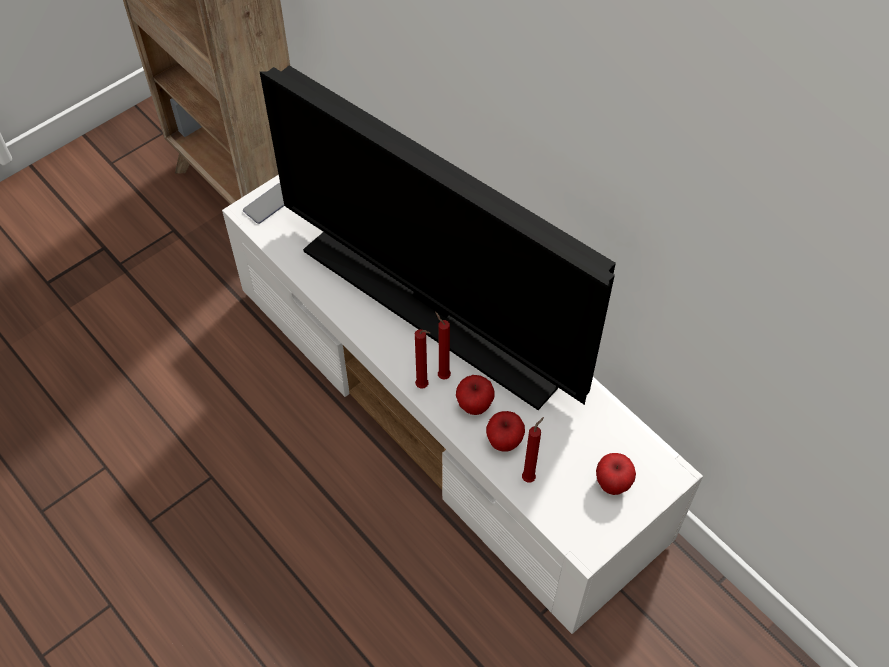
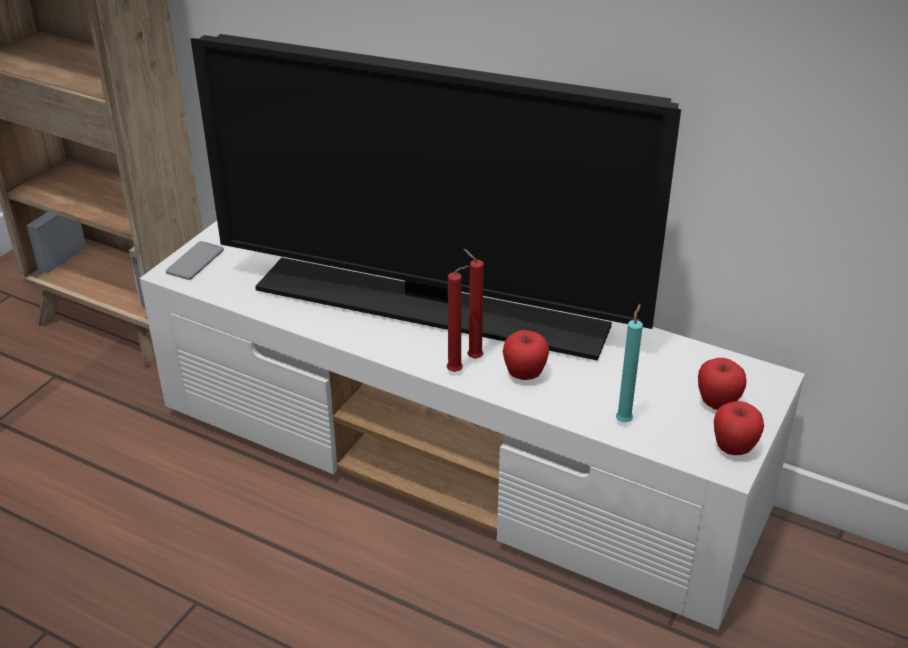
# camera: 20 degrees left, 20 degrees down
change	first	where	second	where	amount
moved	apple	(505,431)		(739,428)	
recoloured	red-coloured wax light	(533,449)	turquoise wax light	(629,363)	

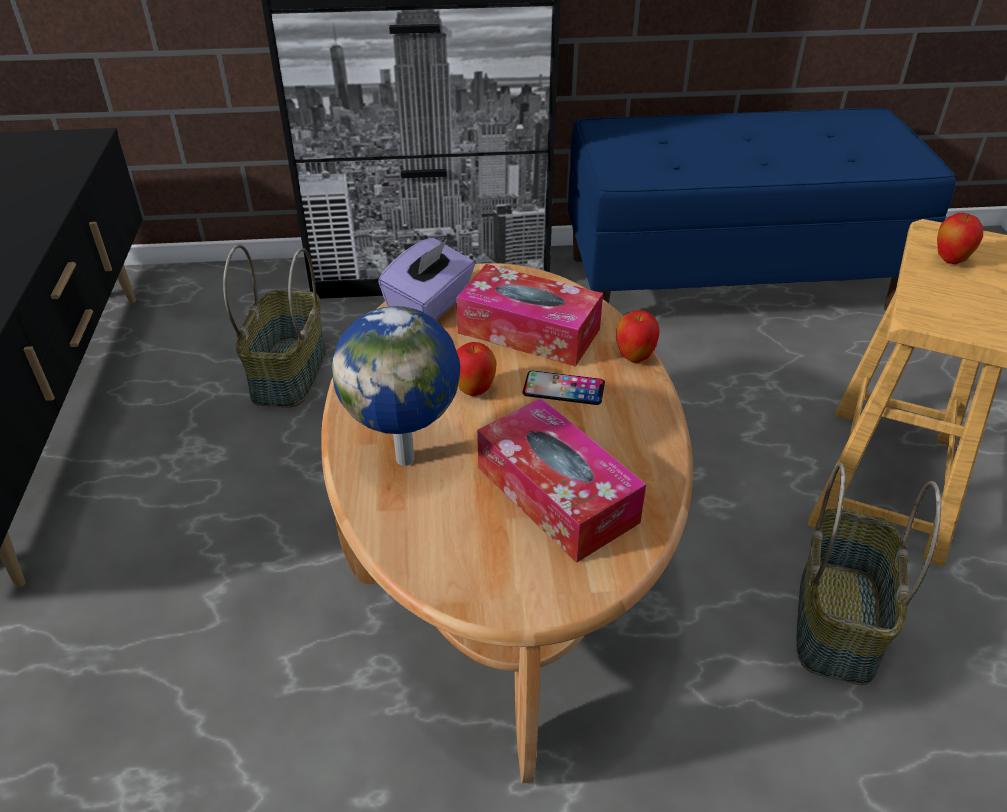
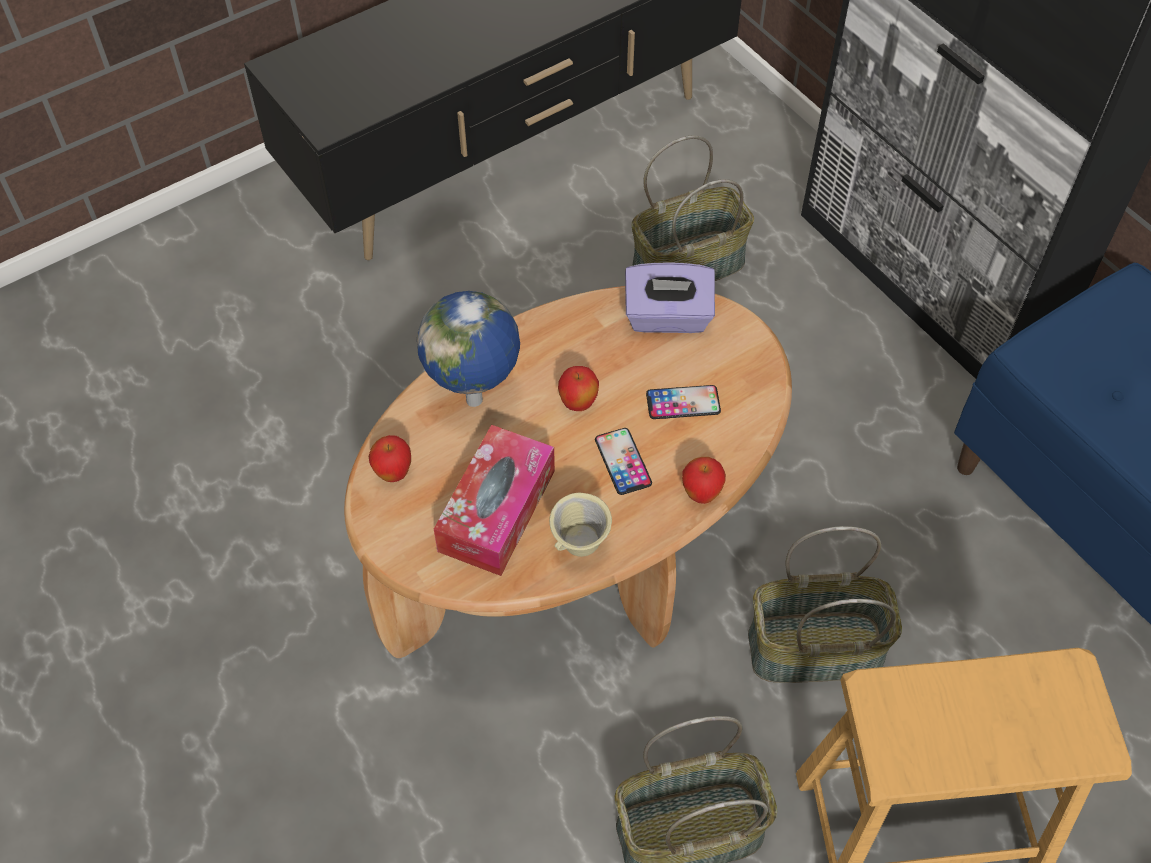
# camera: 60 degrees right, 15 degrees up
change	first	where	second	where	amount
added			beige mug	(580,525)	
added			household basket	(825,604)	
moved	apple	(960,238)		(390,458)	
replaced	box of tissues	(529,315)	handset	(683,402)	

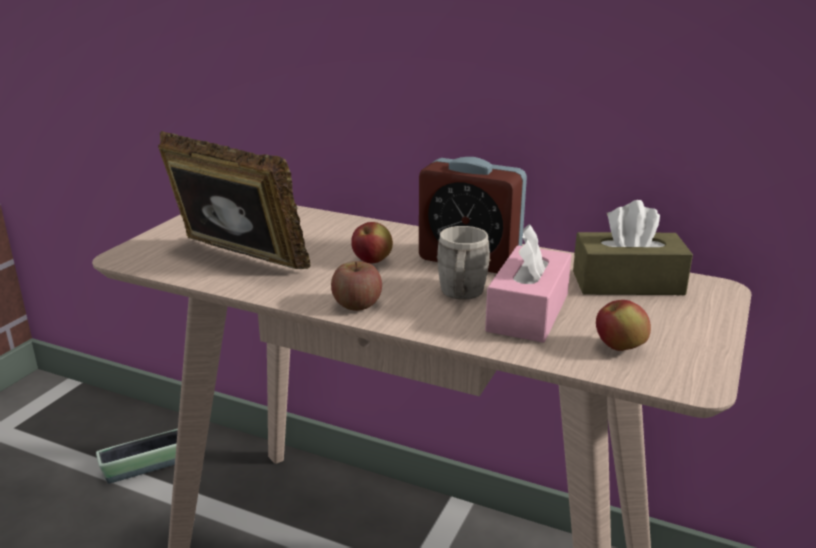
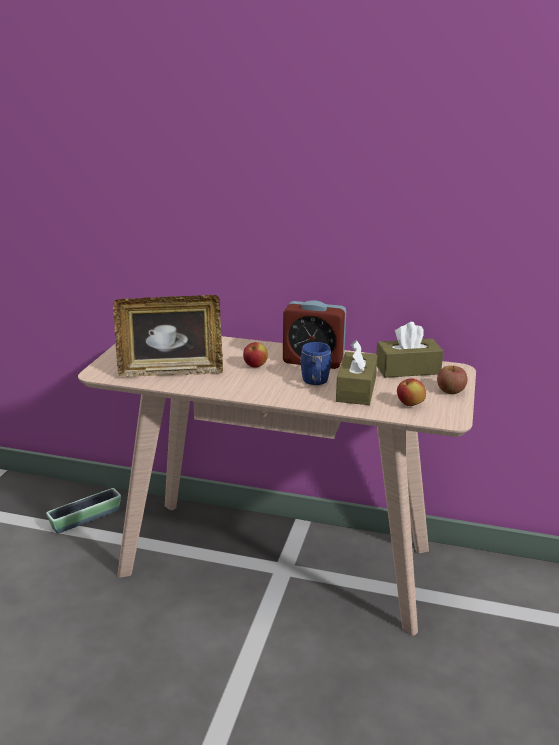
# camera: 10 degrees left, 0 degrees up
change	first	where	second	where	amount
moved	apple	(356,286)		(452,380)	
recoloured	grey mug	(463,263)	blue-coloured mug	(315,363)	
recoloured	pinkish box of tissues	(528,283)	brown box of tissues	(356,372)	
turned	standing frame	(234,200)		(168,336)	150 degrees clockwise

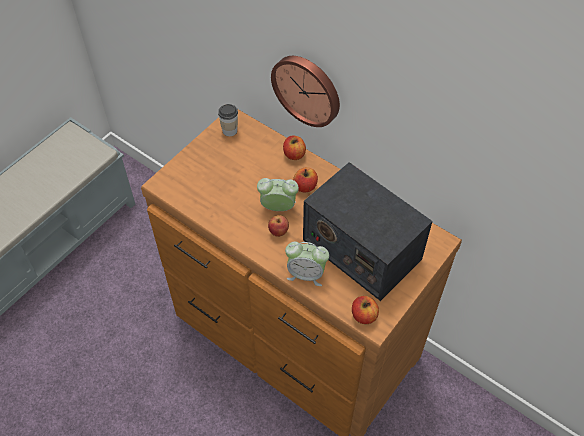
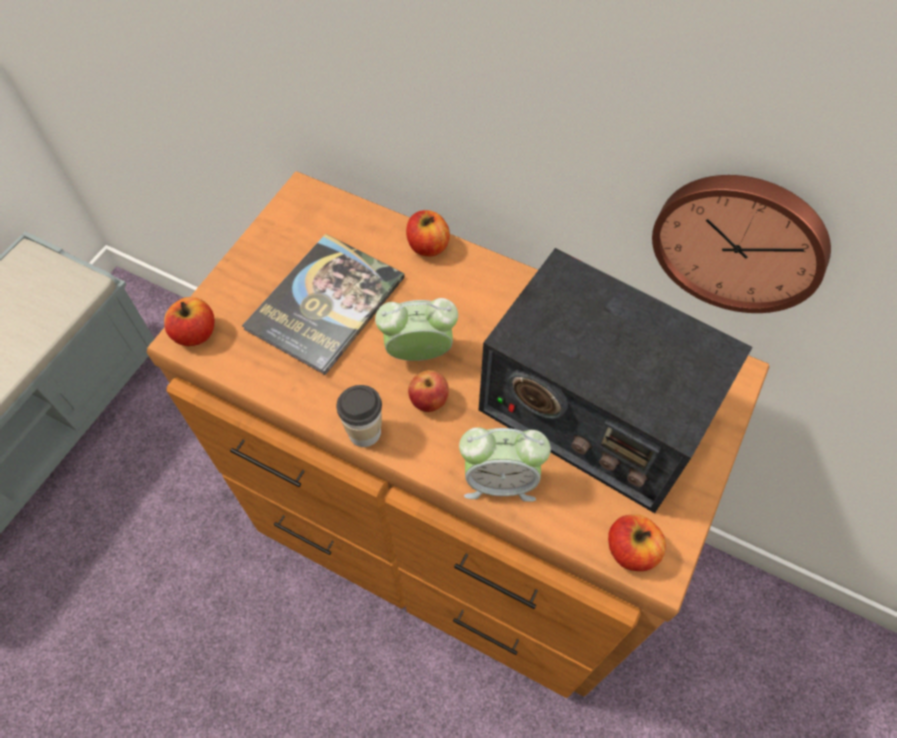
# camera: 10 degrees left, 5 degrees up
change	first	where	second	where	amount
added			bound book	(323,304)	
moved	drinking cup	(228,120)		(359,416)	
moved	clock on the wall	(305,91)		(741,244)	
moved	apple	(305,179)		(189,321)	

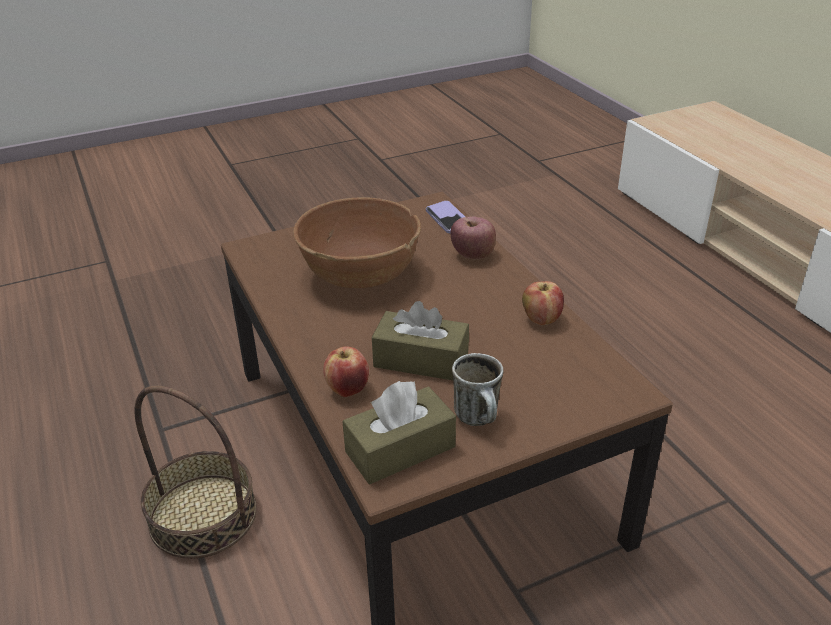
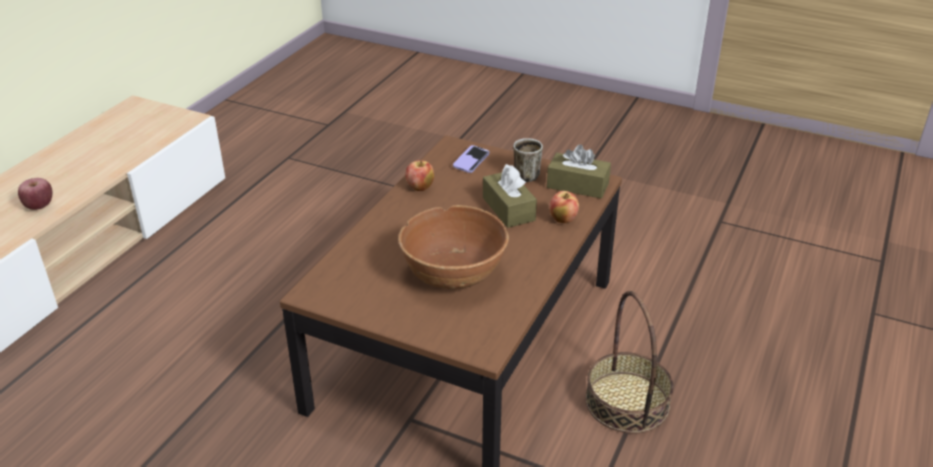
# camera: 130 degrees left, 0 degrees up
change	first	where	second	where	amount
moved	handset	(445,217)		(471,159)	
moved	apple	(473,237)		(35,194)	

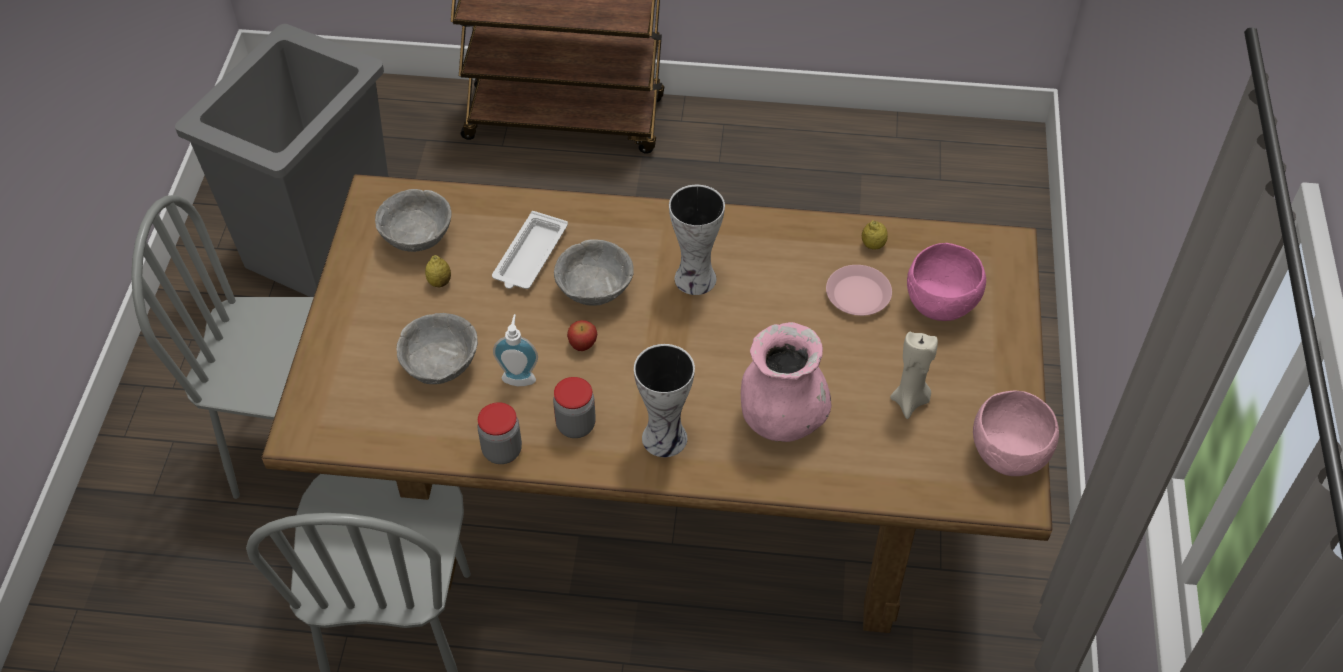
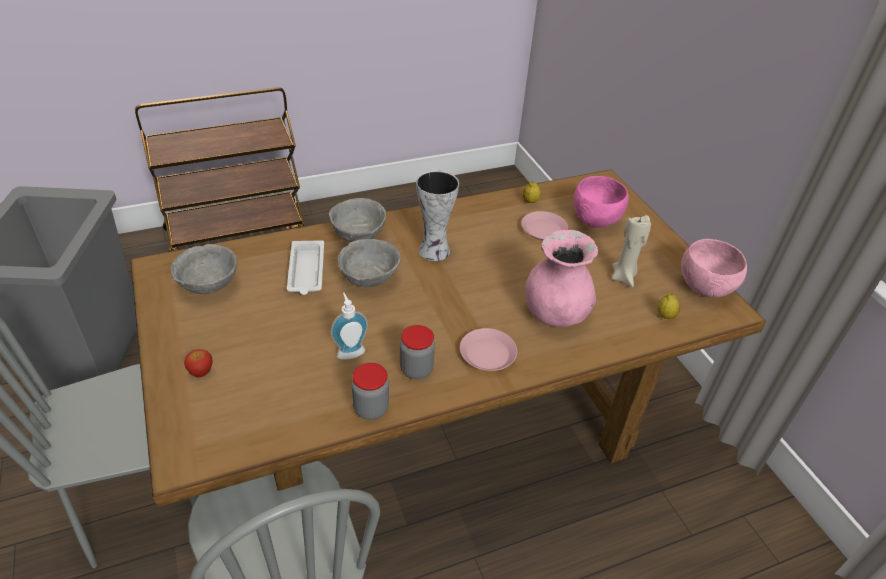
# camera: 30 degrees left, 10 degrees down
change	first	where	second	where	amount
moved	grey deep dish	(437,348)		(357,220)	
moved	lemon	(438,271)		(668,305)	
moved	apple	(582,335)		(198,363)	
replaced	decorative vase	(664,400)	pinkish plate	(488,349)	

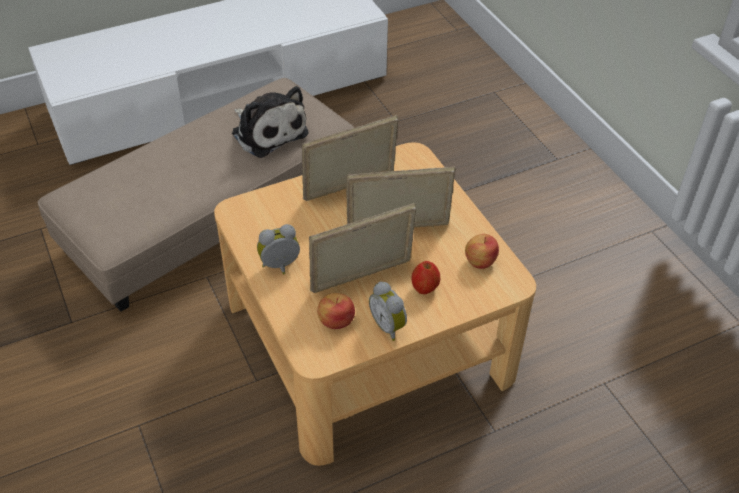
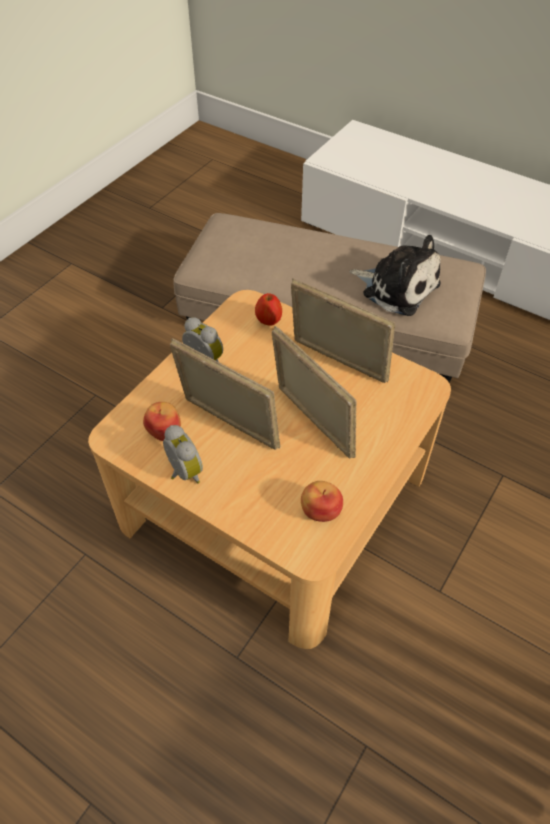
# camera: 60 degrees right, 5 degrees up
change	first	where	second	where	amount
moved	apple	(425,277)		(268,309)	
turned	soft toy	(270,122)		(395,275)	75 degrees counterclockwise
turned	bedside clock	(388,311)		(183,454)	120 degrees clockwise

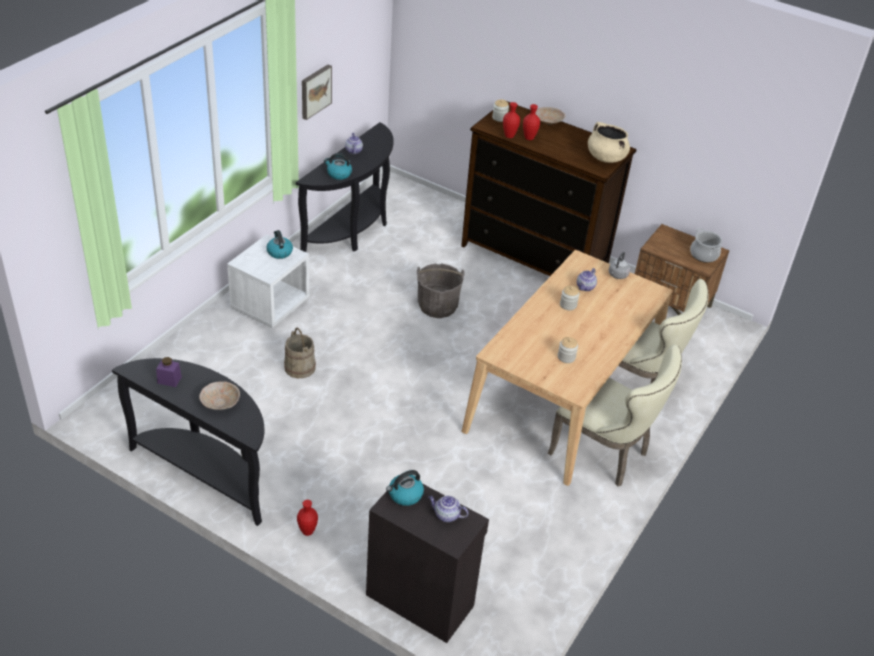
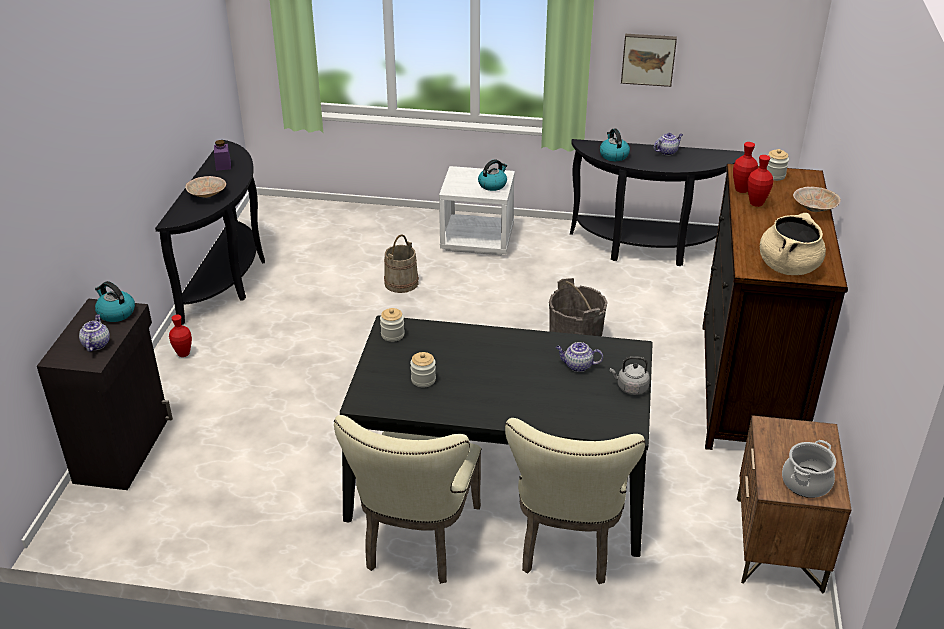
# camera: 70 degrees right, 5 degrees down
change	first	where	second	where	amount
moved	jar	(570,298)		(392,325)	
recoloured	beige dining table	(567,368)	black dining table	(496,436)	

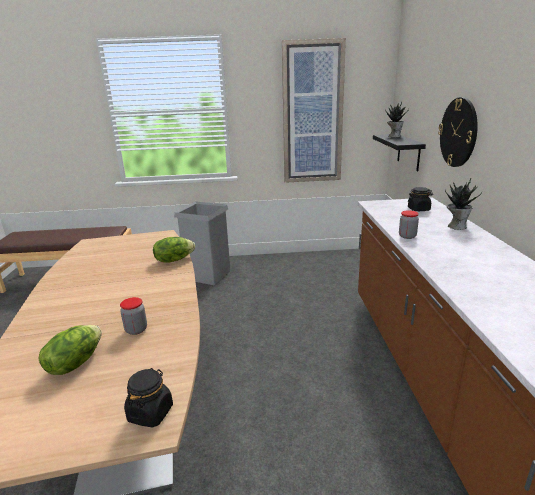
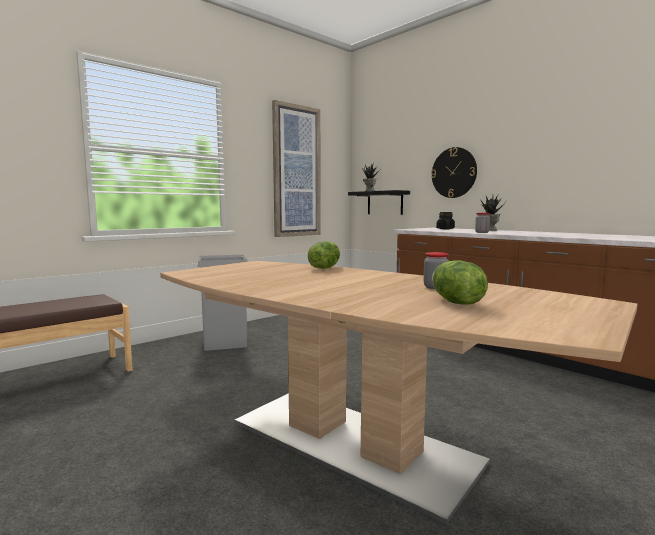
# camera: 40 degrees left, 15 degrees down
change	first	where	second	where	amount
removed	black jar	(148,398)			

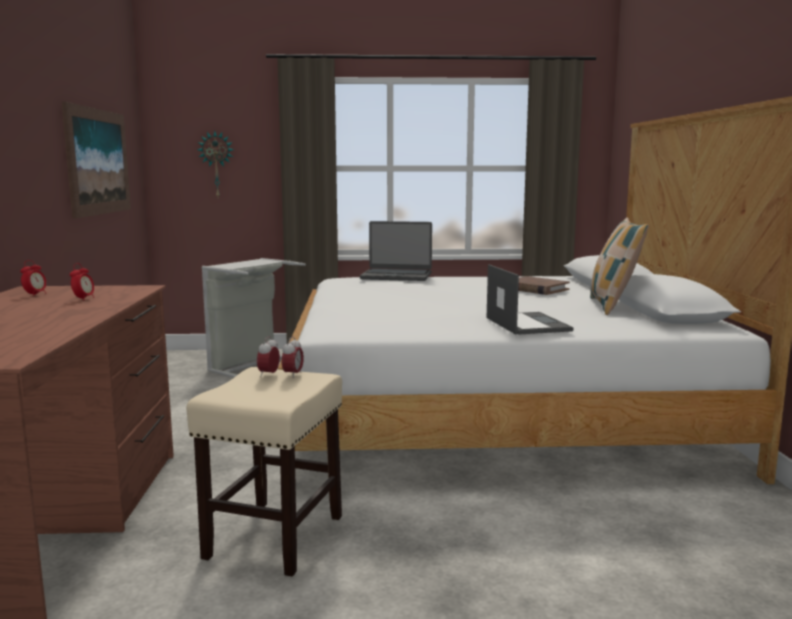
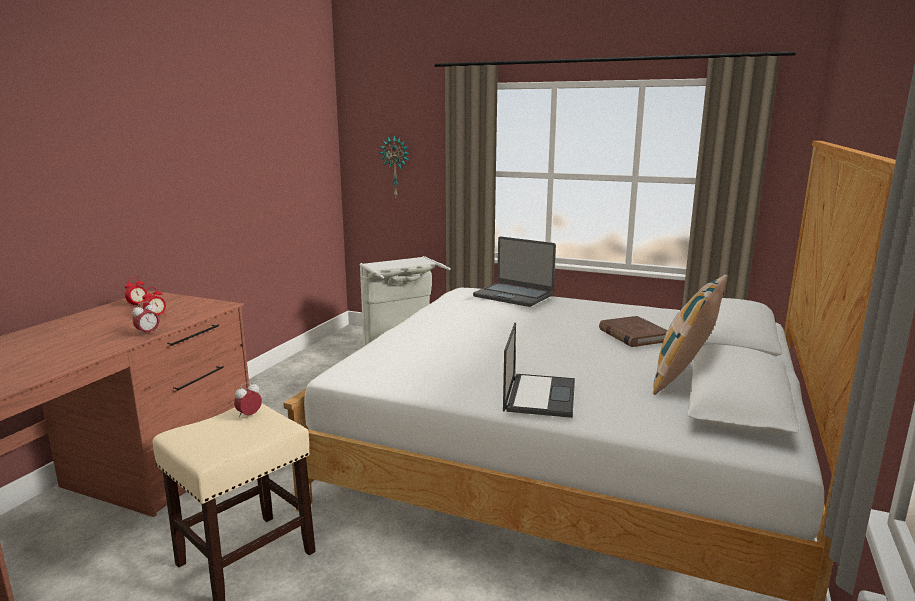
# camera: 25 degrees right, 5 degrees up
change	first	where	second	where	amount
removed	picture	(96,160)			
moved	bedside clock	(293,357)		(146,319)	

